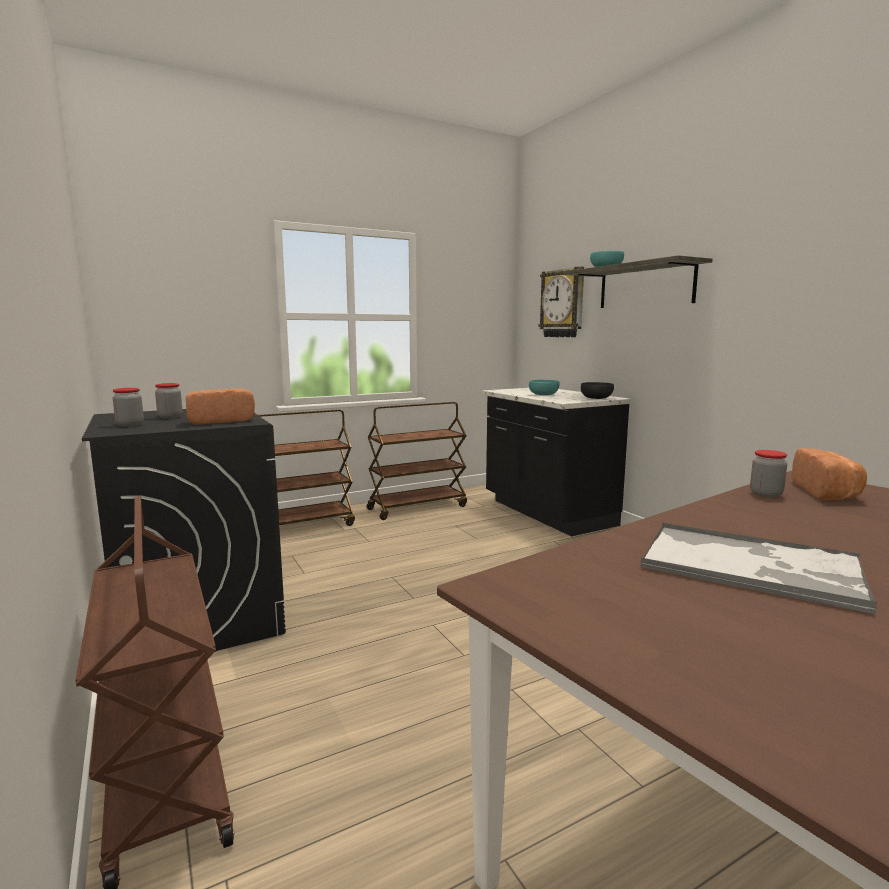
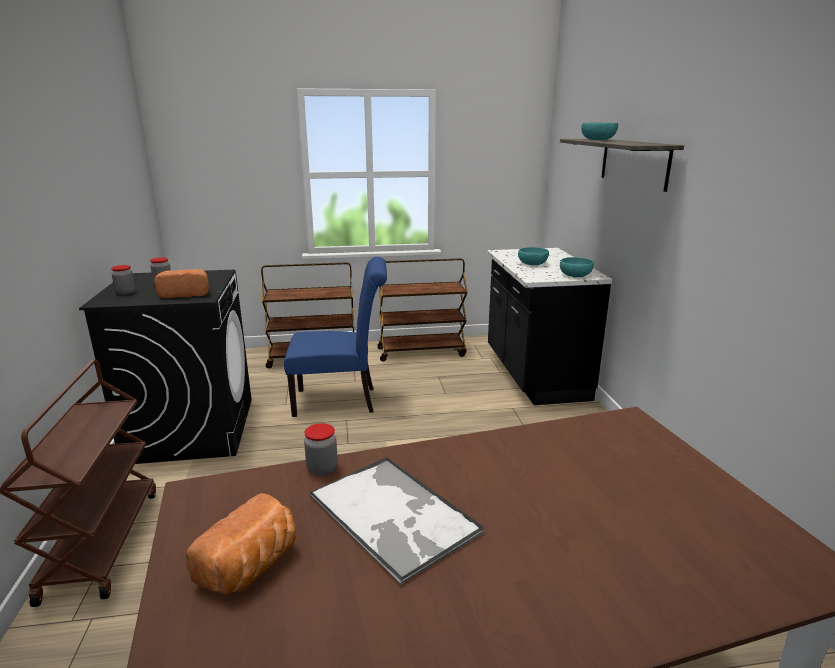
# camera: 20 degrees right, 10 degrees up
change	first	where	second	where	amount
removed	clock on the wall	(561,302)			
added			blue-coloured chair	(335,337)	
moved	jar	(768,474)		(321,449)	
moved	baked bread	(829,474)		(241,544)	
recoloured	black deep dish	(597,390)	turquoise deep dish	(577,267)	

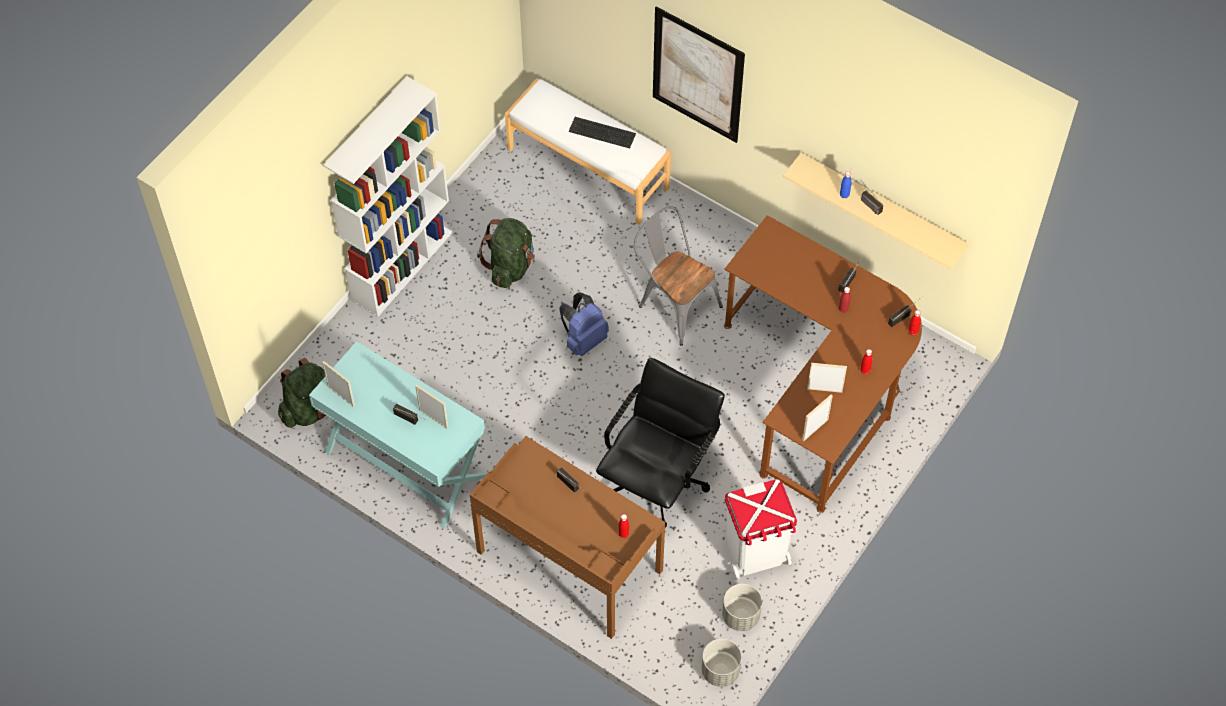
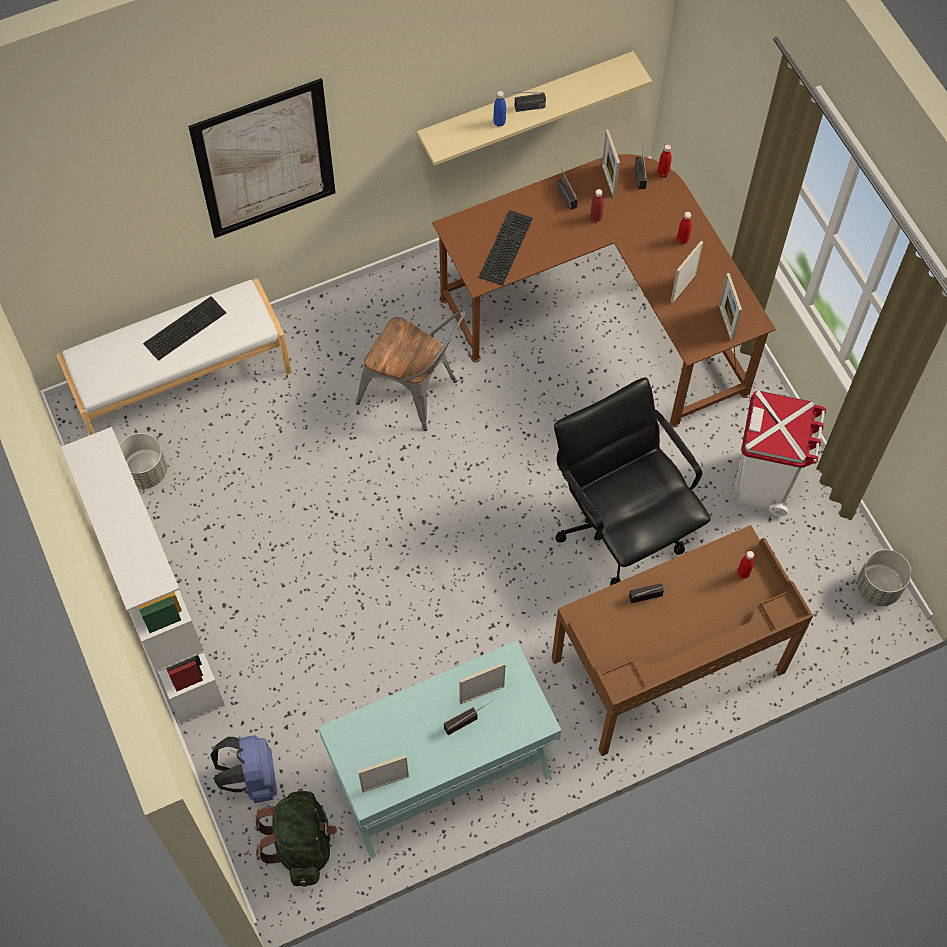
# camera: 60 degrees left, 5 degrees up
change	first	where	second	where	amount
removed	green backpack	(506,253)			
added			computer keyboard	(506,247)	
added			standing frame	(611,163)	
moved	blue-coloured backpack	(584,324)		(243,769)	
moved	grey flower pot	(742,607)		(143,461)	
turned	grey chair	(678,276)		(410,370)	135 degrees counterclockwise

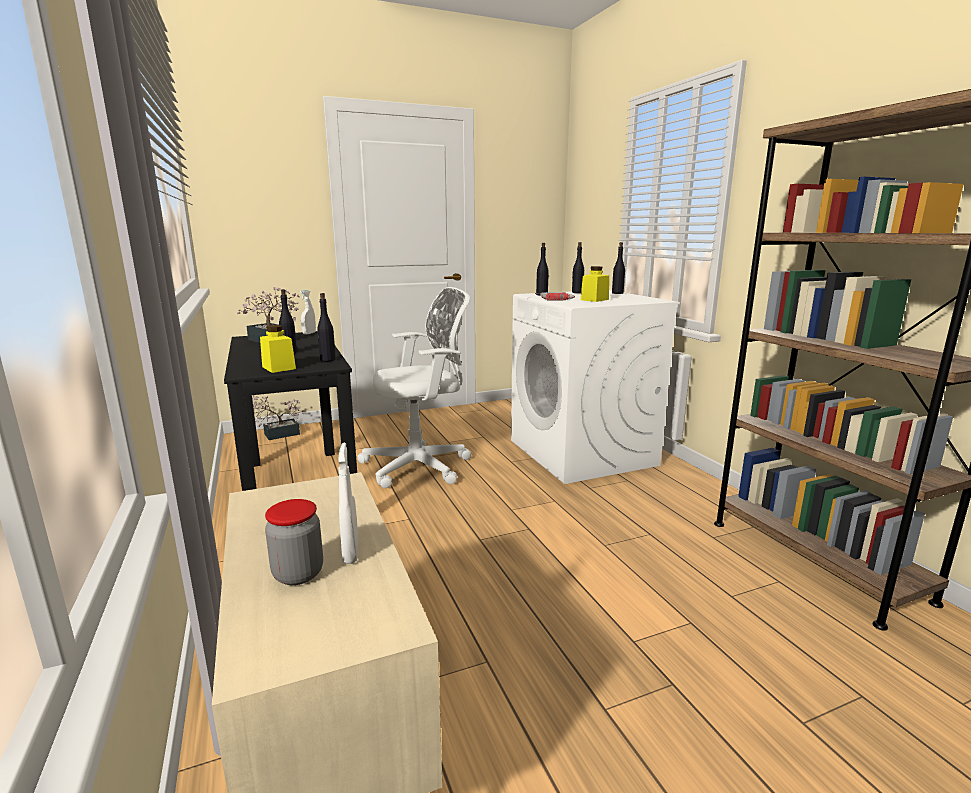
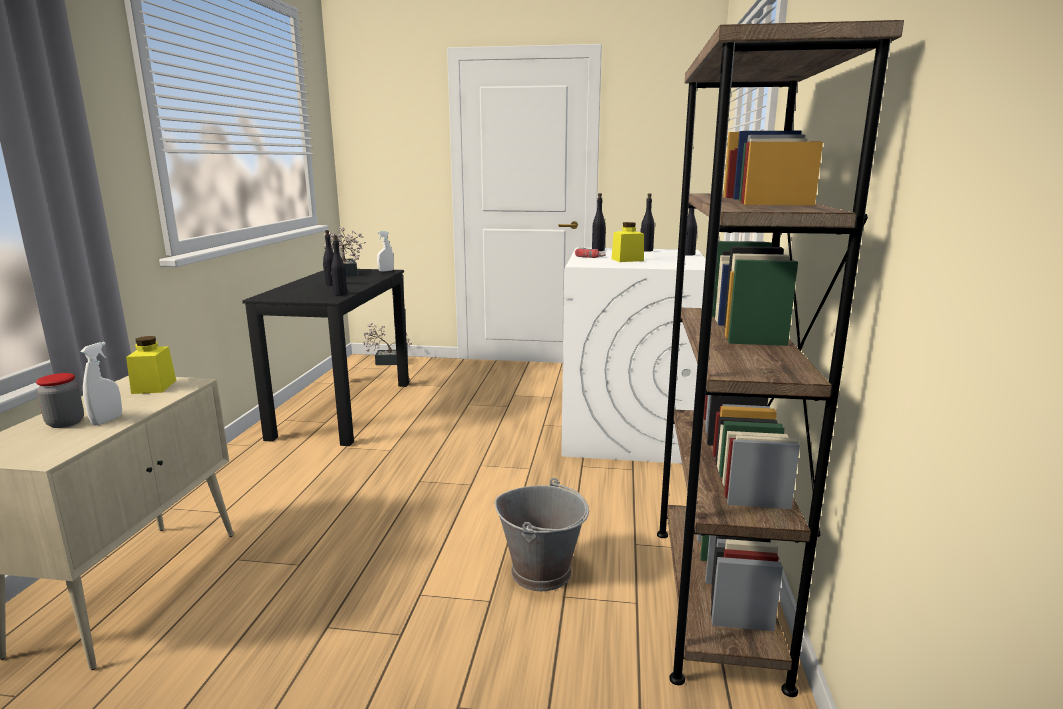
# camera: 30 degrees right, 0 degrees up
change	first	where	second	where	amount
removed	white office chair	(414,387)			
added			grey pail	(542,534)	
moved	yellowish jar	(278,349)		(151,365)	

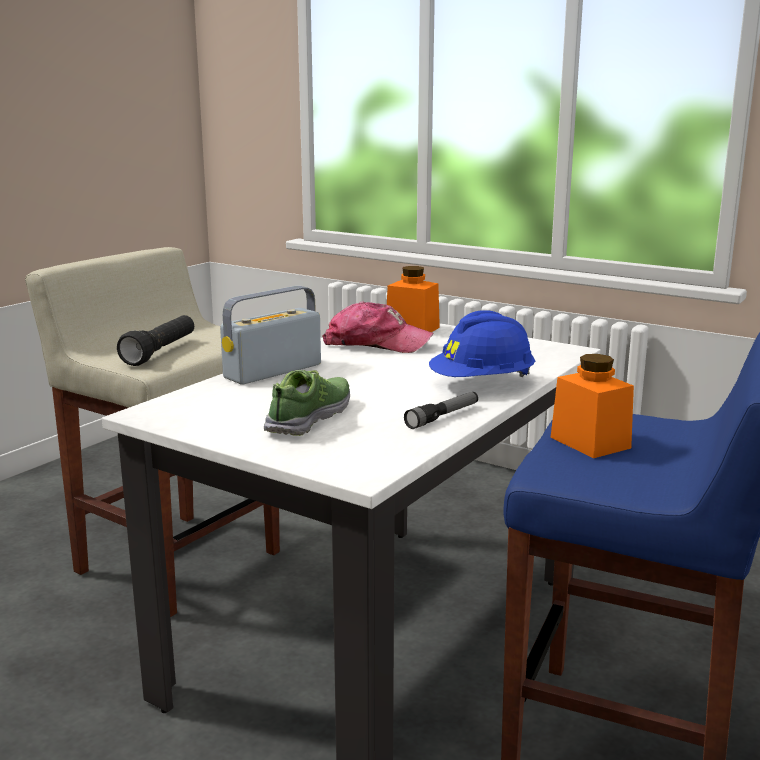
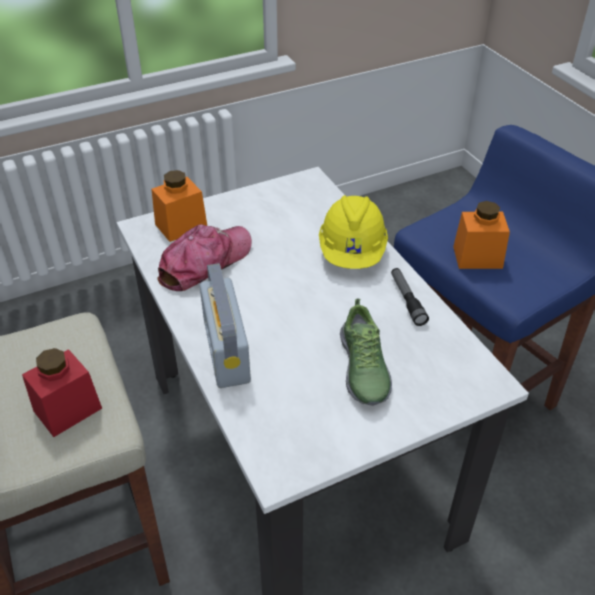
# camera: 60 degrees left, 25 degrees up
change	first	where	second	where	amount
replaced	black hand torch	(155,340)	red-coloured jar	(62,392)	
recoloured	blue-coloured work helmet	(482,343)	yellowish work helmet	(353,232)	
turned	shoe	(307,403)		(366,352)	150 degrees counterclockwise

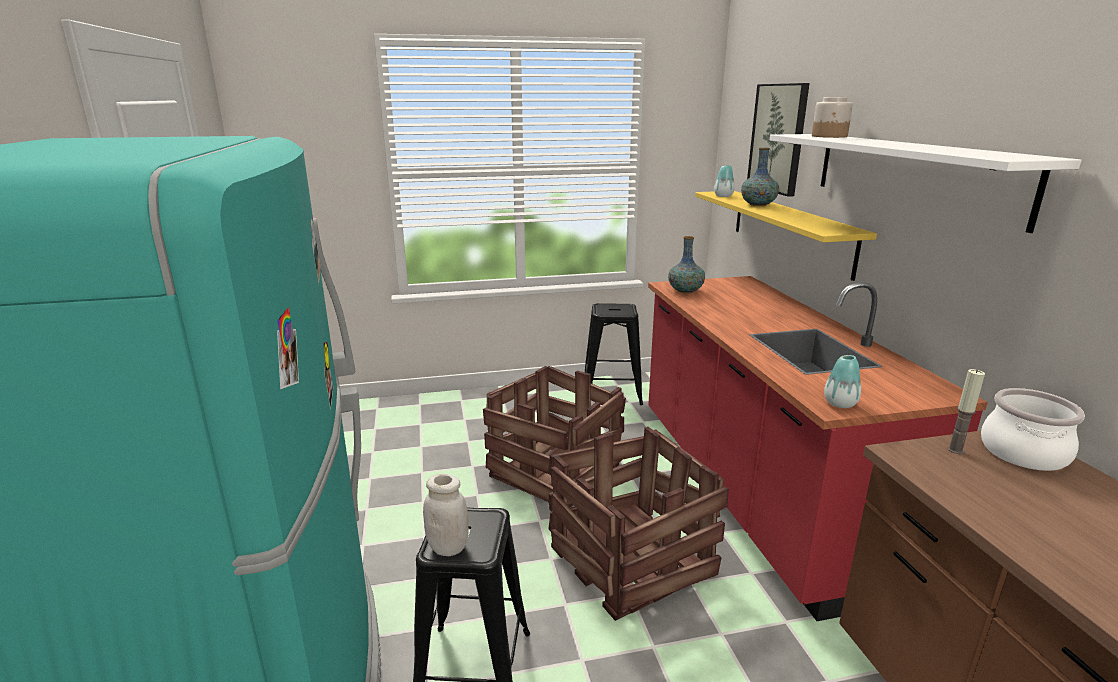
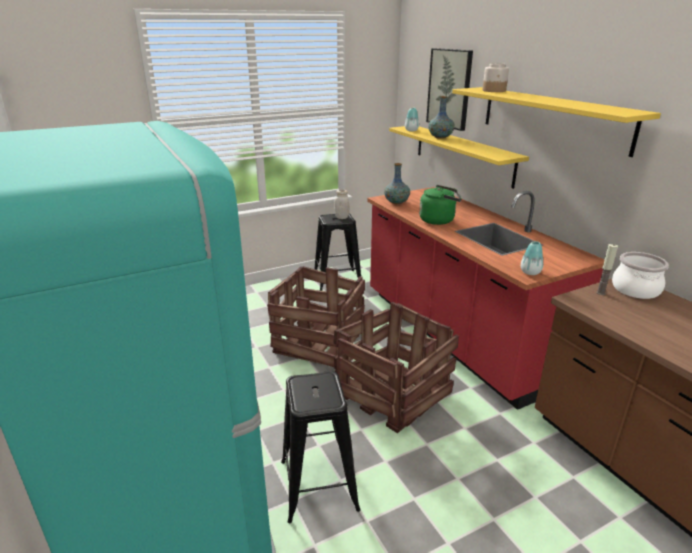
# camera: 15 degrees left, 5 degrees up
change	first	where	second	where	amount
added			green water kettle	(440,205)	
moved	white jar	(446,515)		(342,204)	
recoloured	white wall shelf	(926,183)	yellowish wall shelf	(556,122)	

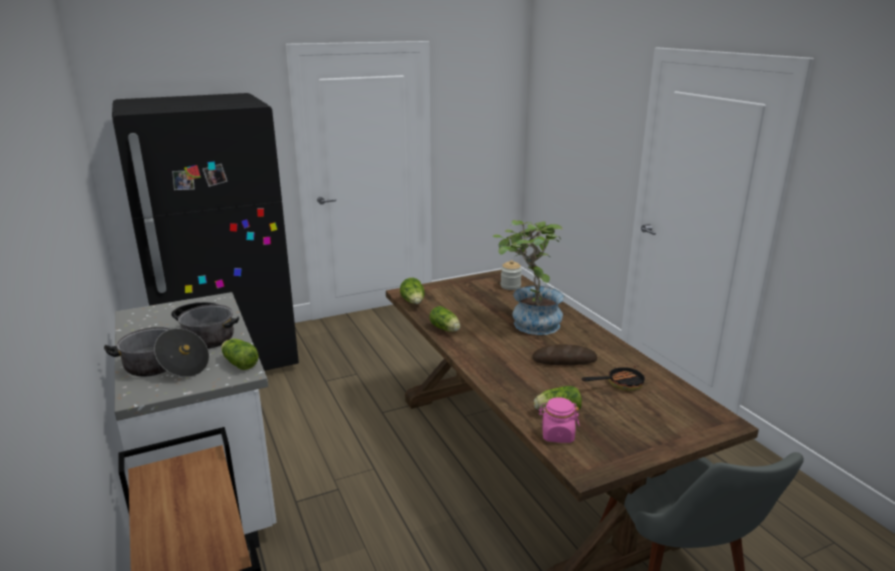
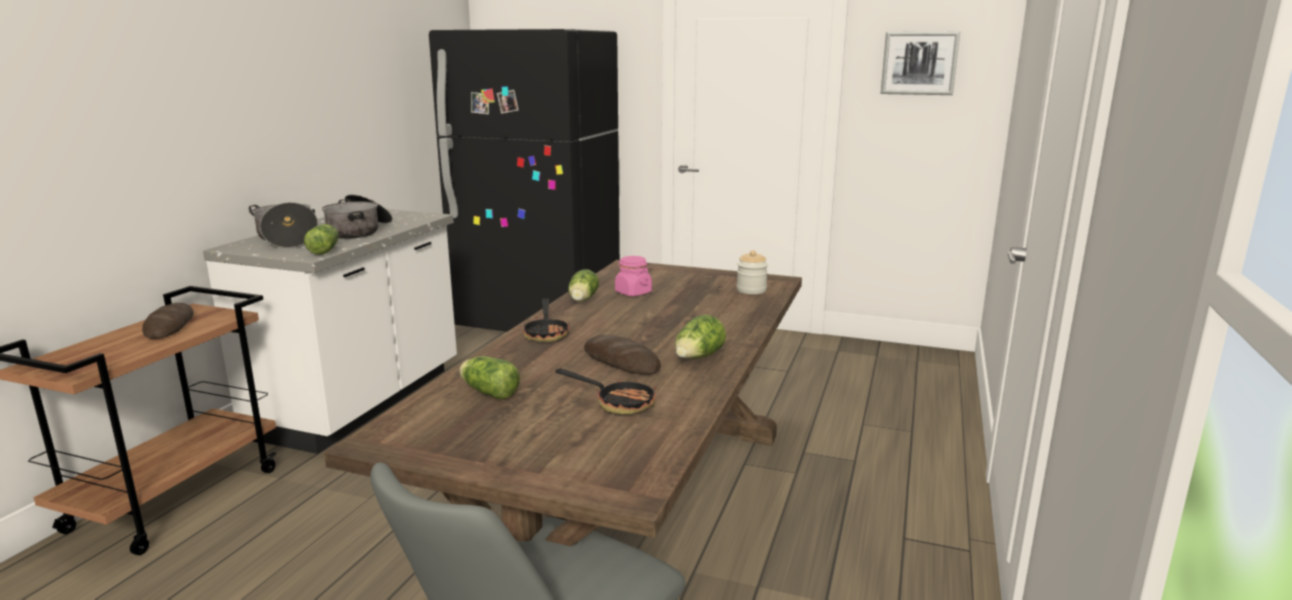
# camera: 45 degrees right, 5 degrees down
change	first	where	second	where	amount
removed	plant in a pot	(528,277)			
added			baked bread	(167,321)	
added			skillet	(546,320)	
added			picture	(920,63)	
moved	lettuce	(412,291)		(700,336)	
moved	pinkish jar	(559,420)		(633,276)	

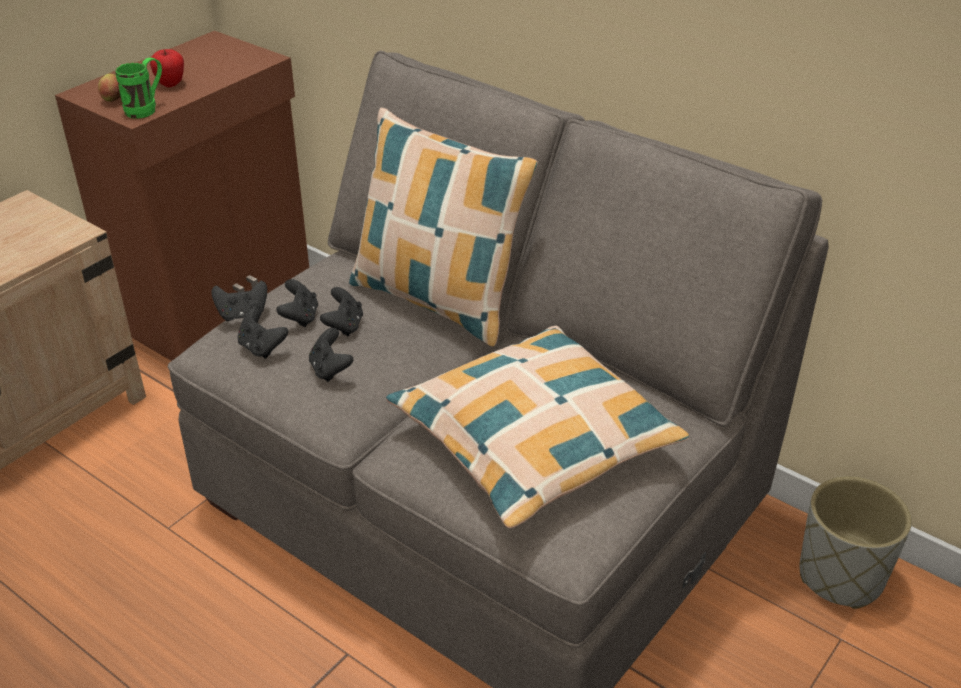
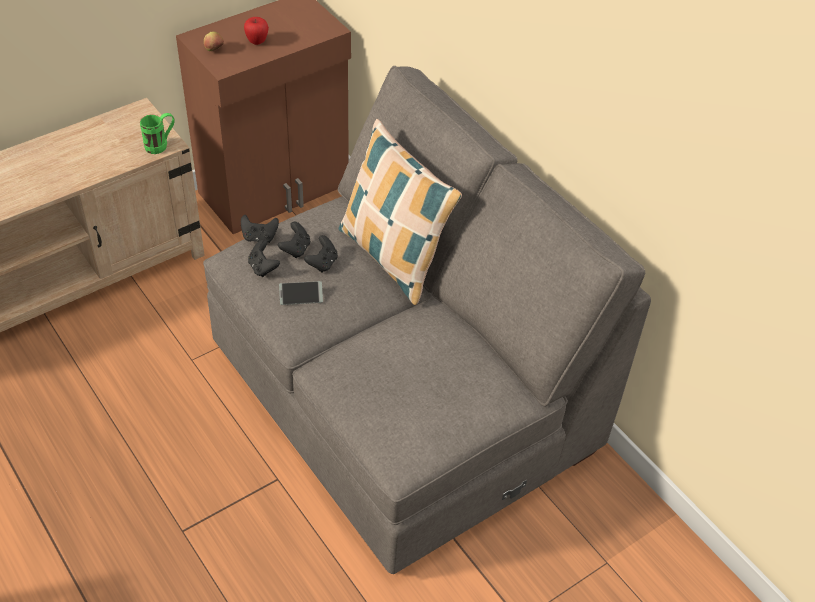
# camera: 15 degrees right, 10 degrees up
change	first	where	second	where	amount
removed	cushion	(537,426)			
removed	grey flower pot	(856,542)			
moved	green mug	(138,88)		(157,133)	
replaced	black gamepad	(331,355)	handset	(301,293)	

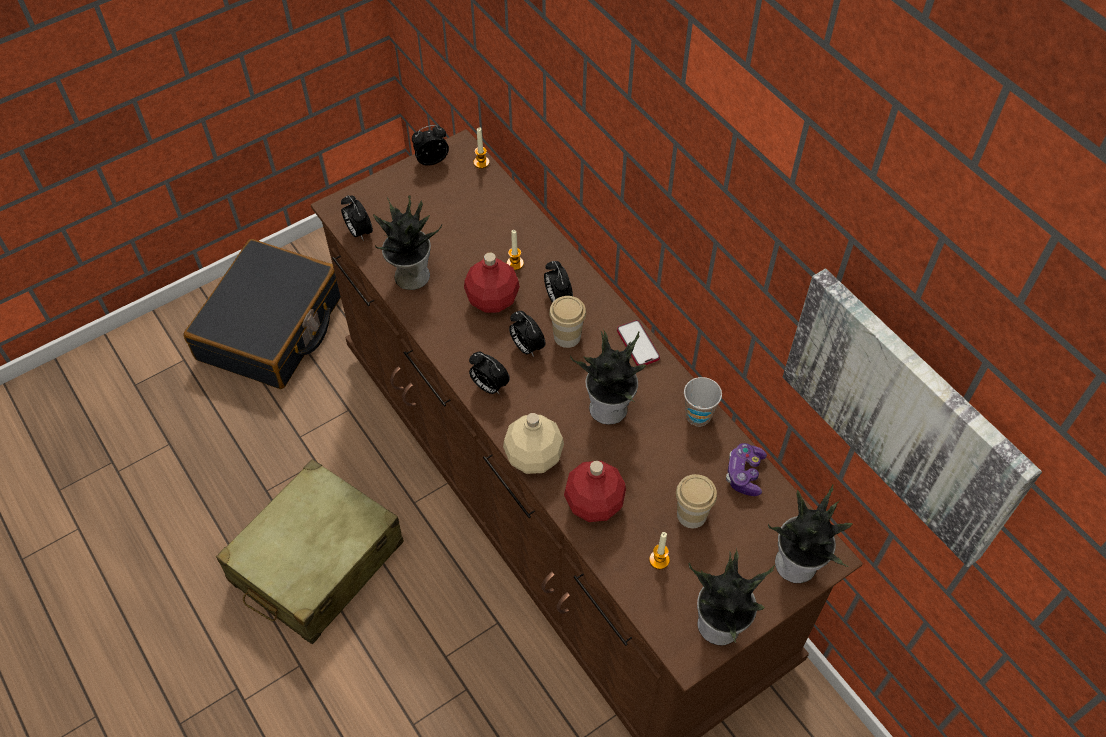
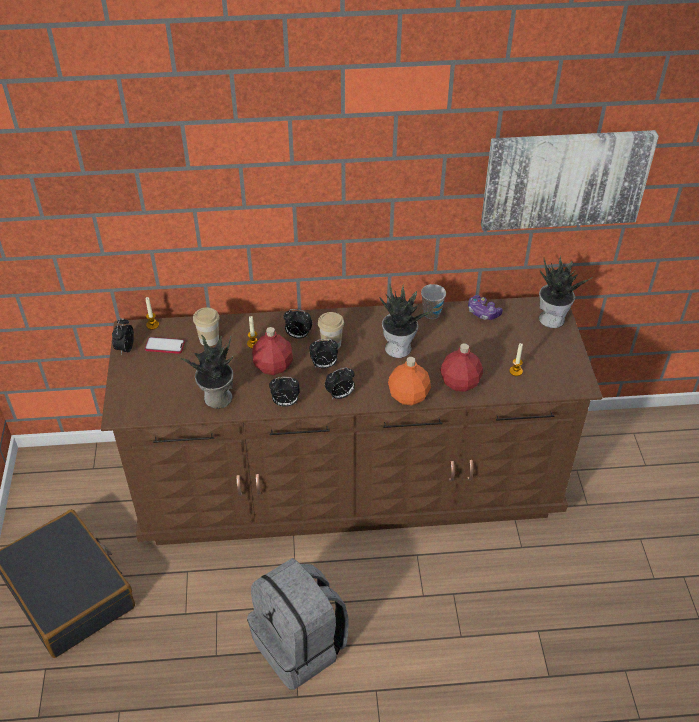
# camera: 60 degrees left, 10 degrees down
change	first	where	second	where	amount
removed	plant in a pot	(732,597)			
moved	bedside clock	(357,218)		(284,392)	
moved	handset	(638,343)		(165,345)	
moved	drinking cup	(696,501)		(206,326)	
replaced	beige piece of luggage	(310,551)	grey backpack	(298,624)	
recoloured	beige drink bottle	(533,443)	orangey drink bottle	(409,381)	

